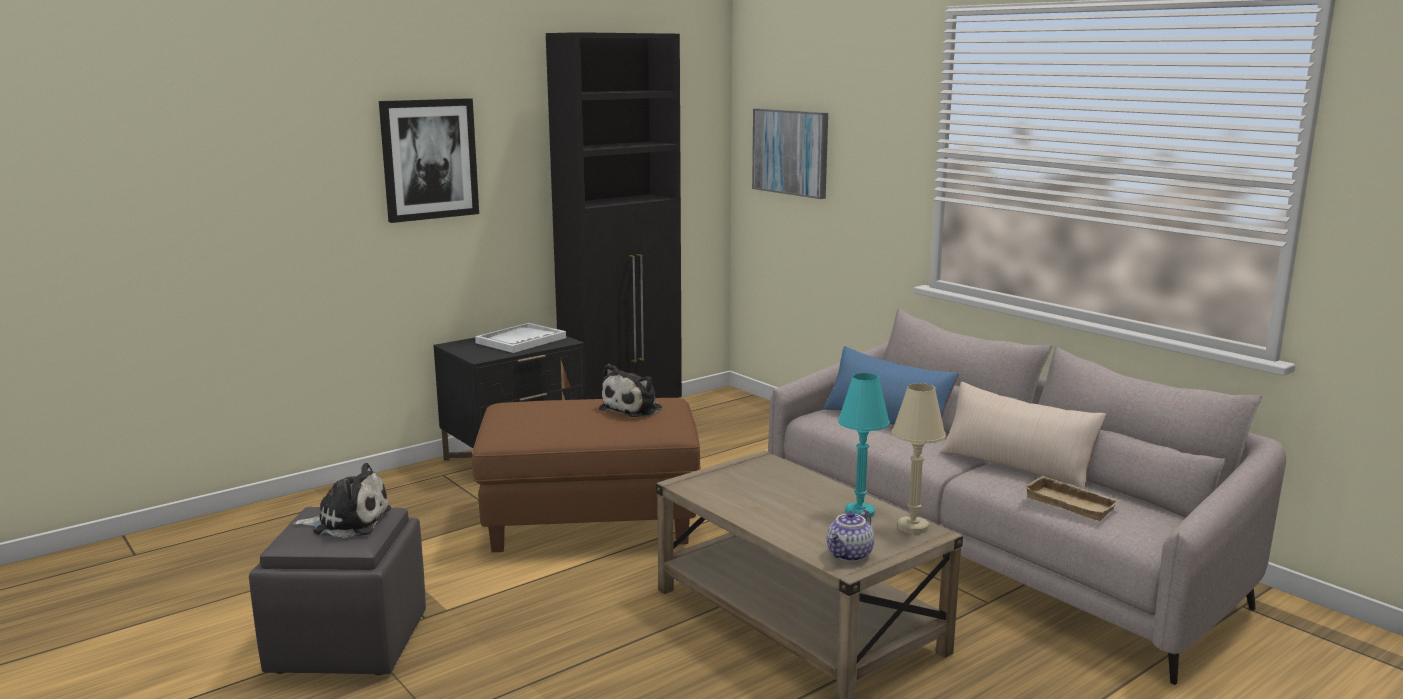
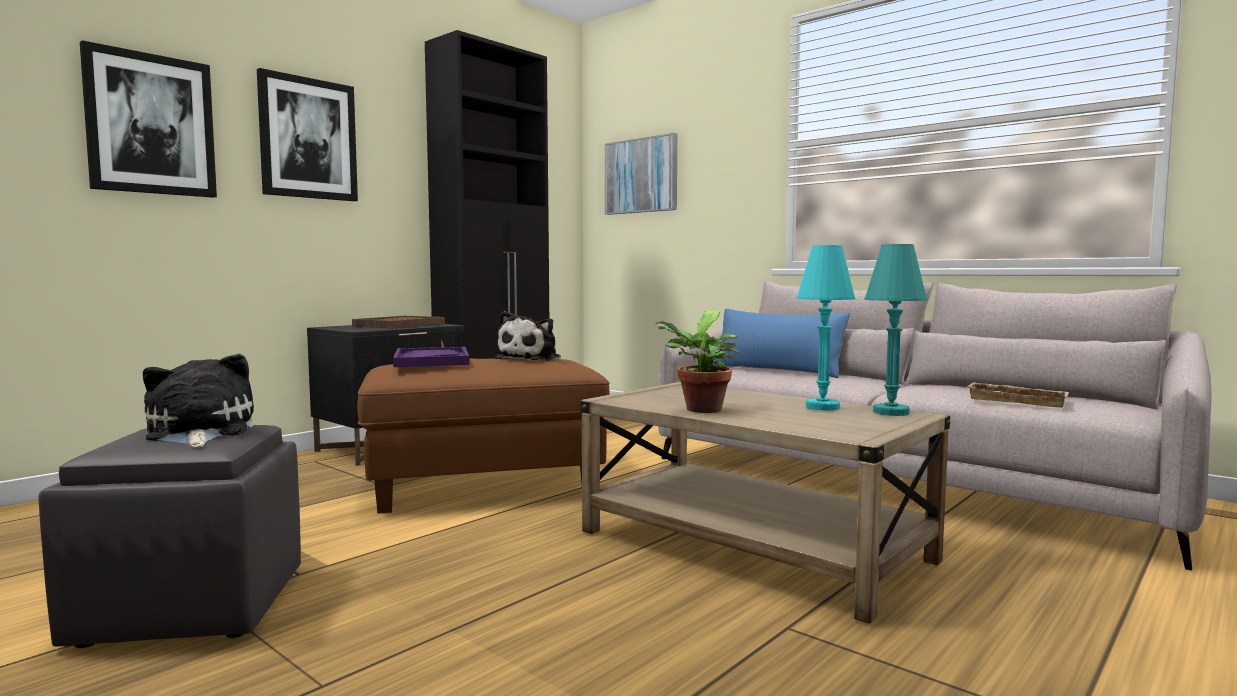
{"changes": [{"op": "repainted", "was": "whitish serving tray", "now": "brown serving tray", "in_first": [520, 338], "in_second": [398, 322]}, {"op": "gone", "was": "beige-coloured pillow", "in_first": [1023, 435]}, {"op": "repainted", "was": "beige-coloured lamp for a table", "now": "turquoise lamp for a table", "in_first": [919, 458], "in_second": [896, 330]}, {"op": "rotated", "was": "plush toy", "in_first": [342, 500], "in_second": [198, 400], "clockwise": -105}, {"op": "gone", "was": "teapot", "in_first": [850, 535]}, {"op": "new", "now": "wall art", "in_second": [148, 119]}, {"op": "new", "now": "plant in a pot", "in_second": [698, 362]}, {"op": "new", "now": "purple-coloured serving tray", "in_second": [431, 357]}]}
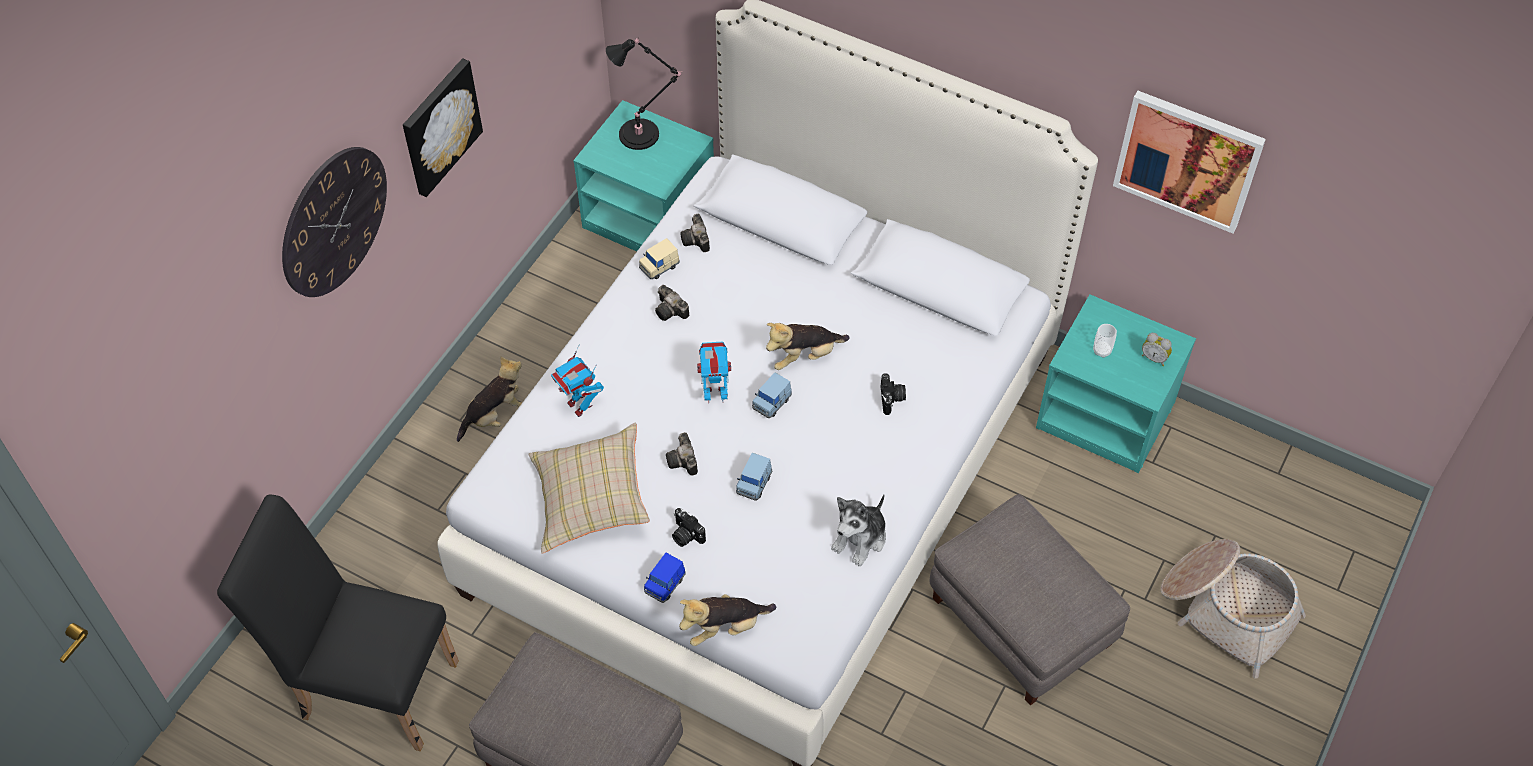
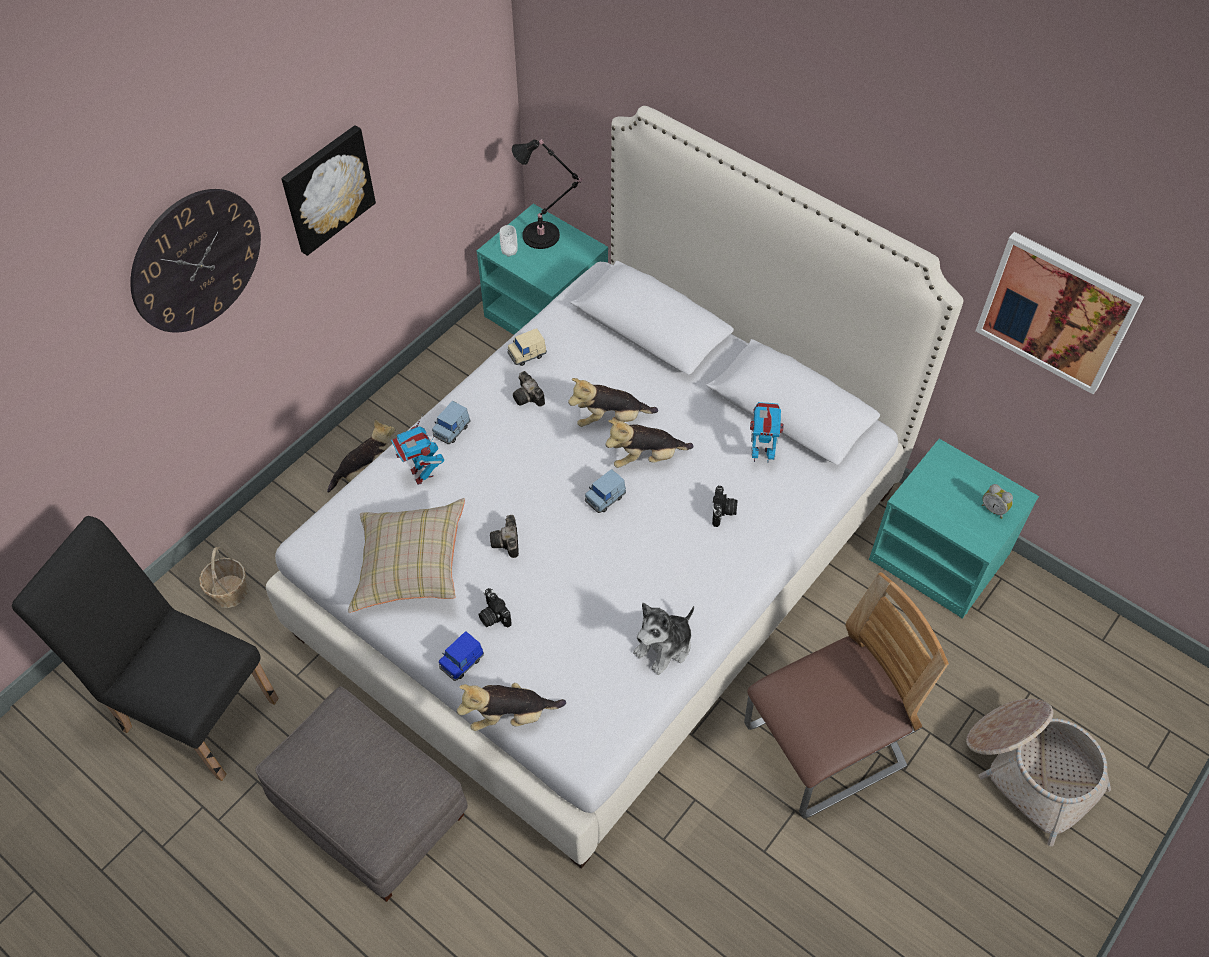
{"changes": [{"op": "gone", "was": "photo camera", "in_first": [695, 232]}, {"op": "shifted", "was": "cup", "in_first": [1105, 341], "in_second": [508, 241]}, {"op": "shifted", "was": "robot figure", "in_first": [714, 372], "in_second": [767, 432]}, {"op": "shifted", "was": "blue-coloured model car", "in_first": [754, 477], "in_second": [451, 422]}, {"op": "swapped", "was": "grey pouffe", "now": "chair", "in_first": [1030, 599], "in_second": [846, 695]}, {"op": "new", "now": "plush toy", "in_second": [613, 402]}, {"op": "new", "now": "storage basket", "in_second": [223, 577]}]}
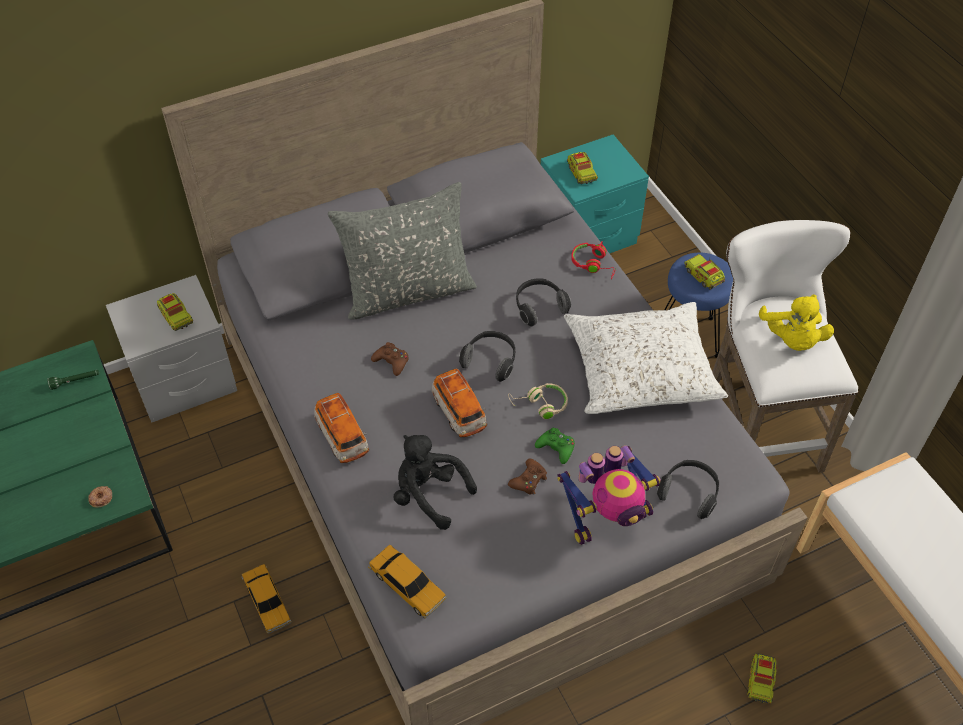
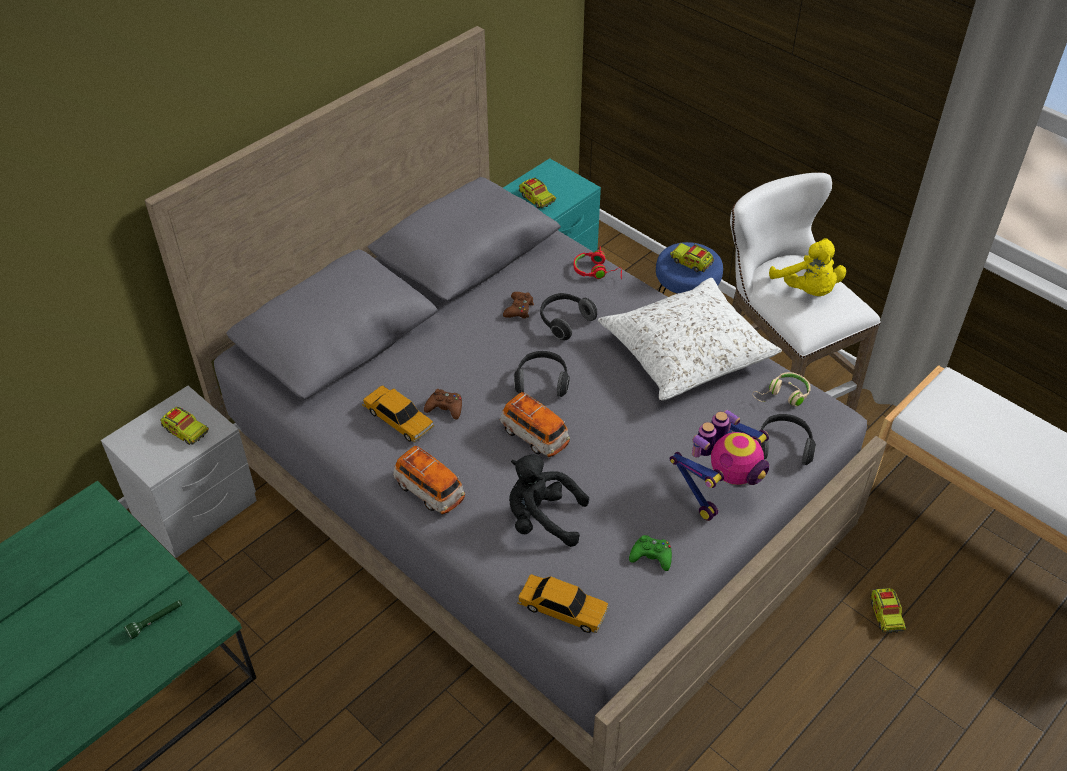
{"changes": [{"op": "gone", "was": "grey pillow", "in_first": [402, 250]}, {"op": "shifted", "was": "green flashlight", "in_first": [73, 380], "in_second": [153, 619]}, {"op": "shifted", "was": "beige-coloured headset", "in_first": [538, 401], "in_second": [781, 389]}, {"op": "shifted", "was": "green game controller", "in_first": [555, 446], "in_second": [650, 553]}, {"op": "shifted", "was": "brown game controller", "in_first": [527, 476], "in_second": [518, 305]}, {"op": "gone", "was": "doughnut", "in_first": [100, 497]}, {"op": "shifted", "was": "model car", "in_first": [267, 599], "in_second": [398, 414]}]}
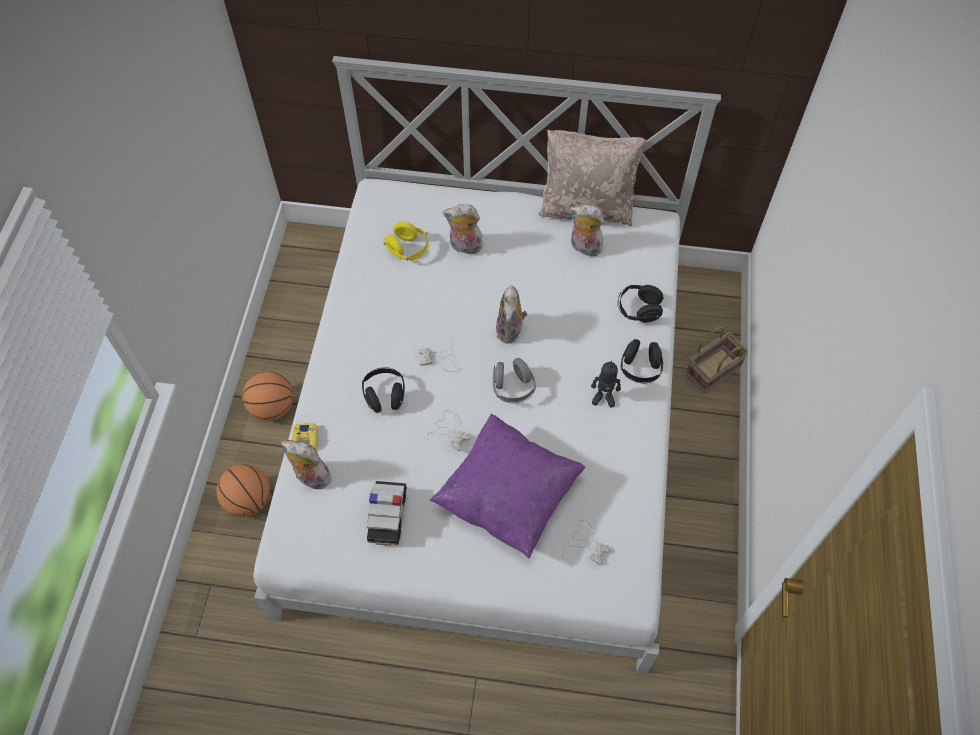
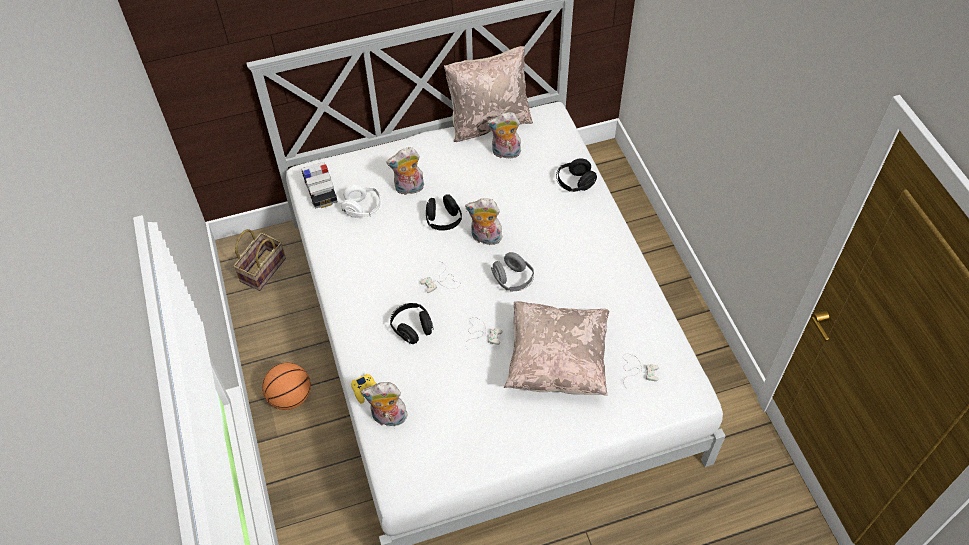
{"changes": [{"op": "repainted", "was": "yellowish headset", "now": "whitish headset", "in_first": [407, 241], "in_second": [362, 201]}, {"op": "rotated", "was": "plush toy", "in_first": [511, 314], "in_second": [483, 222], "clockwise": 120}, {"op": "shifted", "was": "storage basket", "in_first": [717, 359], "in_second": [259, 260]}, {"op": "shifted", "was": "black-coloured headset", "in_first": [642, 361], "in_second": [444, 212]}, {"op": "gone", "was": "robot figure", "in_first": [606, 384]}, {"op": "repainted", "was": "purple-coloured pillow", "now": "beige-coloured pillow", "in_first": [507, 486], "in_second": [556, 348]}, {"op": "gone", "was": "ball for basketball", "in_first": [243, 490]}, {"op": "shifted", "was": "model car", "in_first": [387, 513], "in_second": [320, 185]}]}
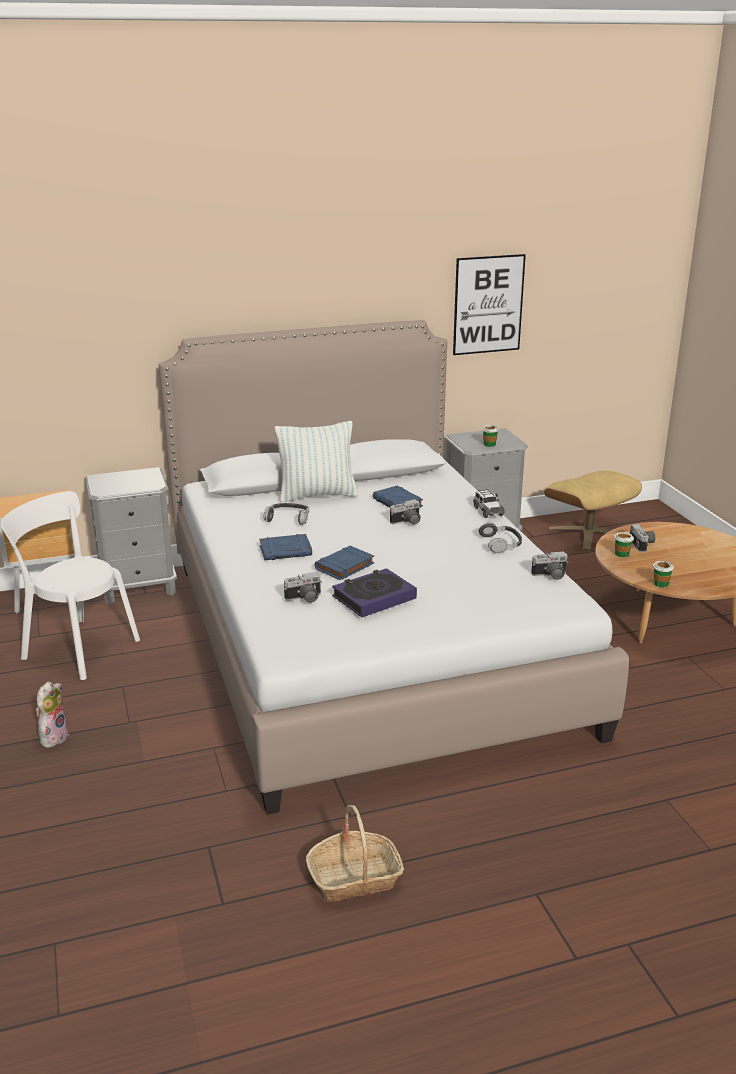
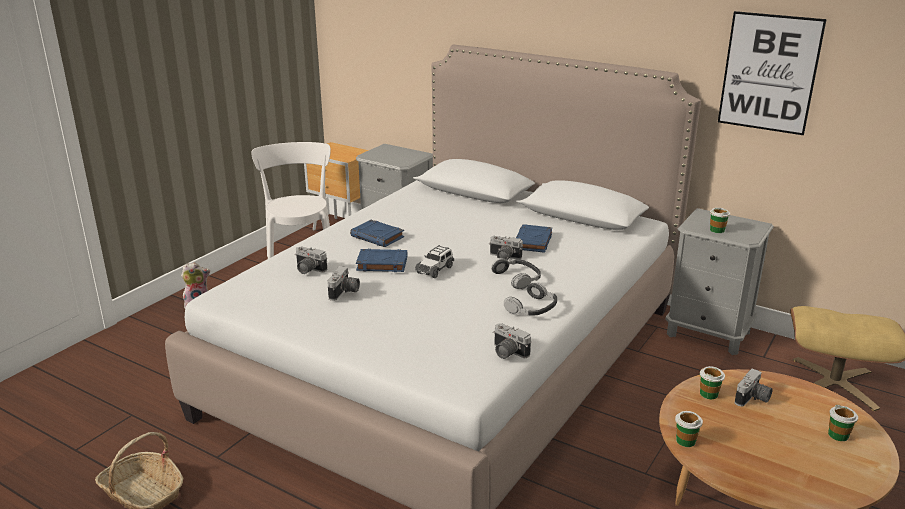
{"changes": [{"op": "gone", "was": "pillow", "in_first": [316, 461]}, {"op": "shifted", "was": "model car", "in_first": [489, 503], "in_second": [434, 261]}, {"op": "shifted", "was": "headset", "in_first": [286, 514], "in_second": [516, 274]}, {"op": "swapped", "was": "bound book", "now": "photo camera", "in_first": [374, 592], "in_second": [343, 283]}, {"op": "new", "now": "cup", "in_second": [843, 423]}]}
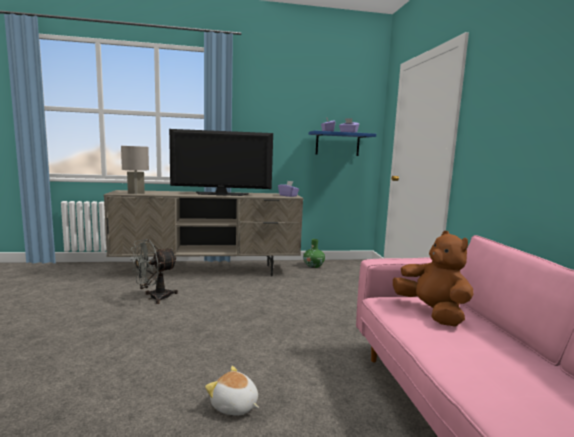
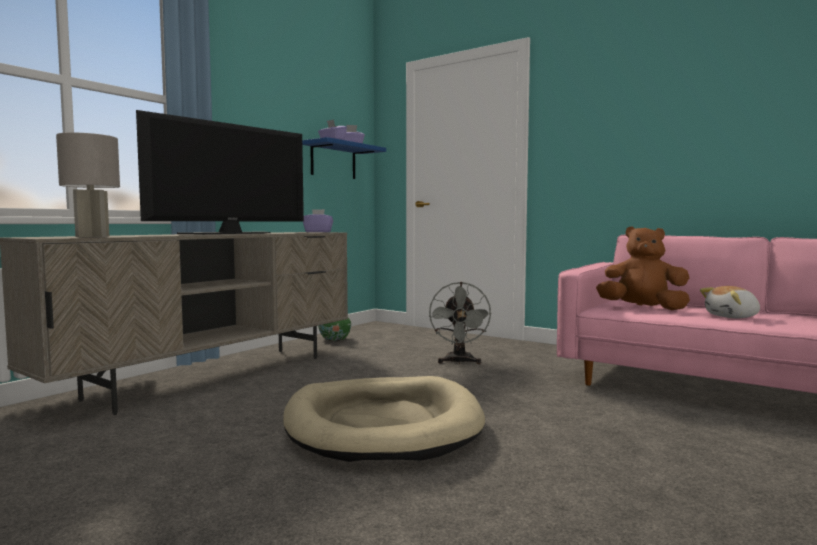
{"changes": [{"op": "shifted", "was": "grey electric fan", "in_first": [154, 271], "in_second": [460, 323]}, {"op": "shifted", "was": "plush toy", "in_first": [232, 391], "in_second": [730, 302]}, {"op": "new", "now": "beige-coloured dog bed", "in_second": [384, 419]}]}
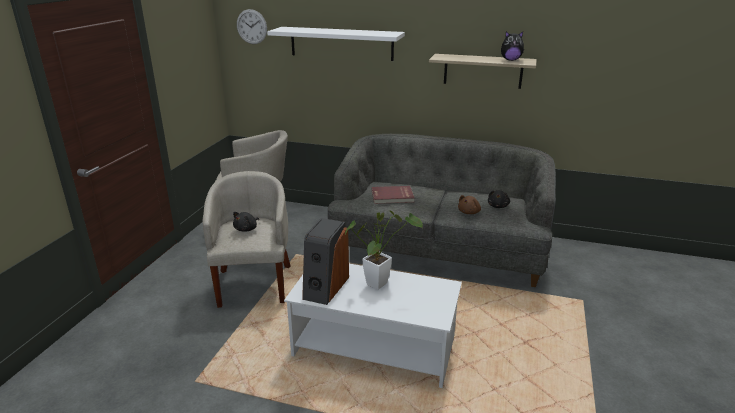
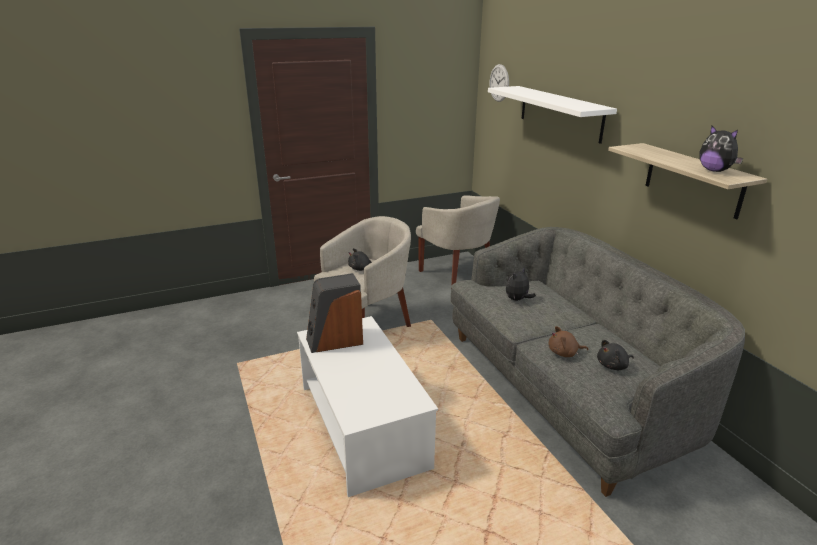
{"changes": [{"op": "swapped", "was": "red-coloured bound book", "now": "plush toy", "in_first": [393, 195], "in_second": [521, 284]}, {"op": "gone", "was": "plant in a pot", "in_first": [384, 250]}]}
